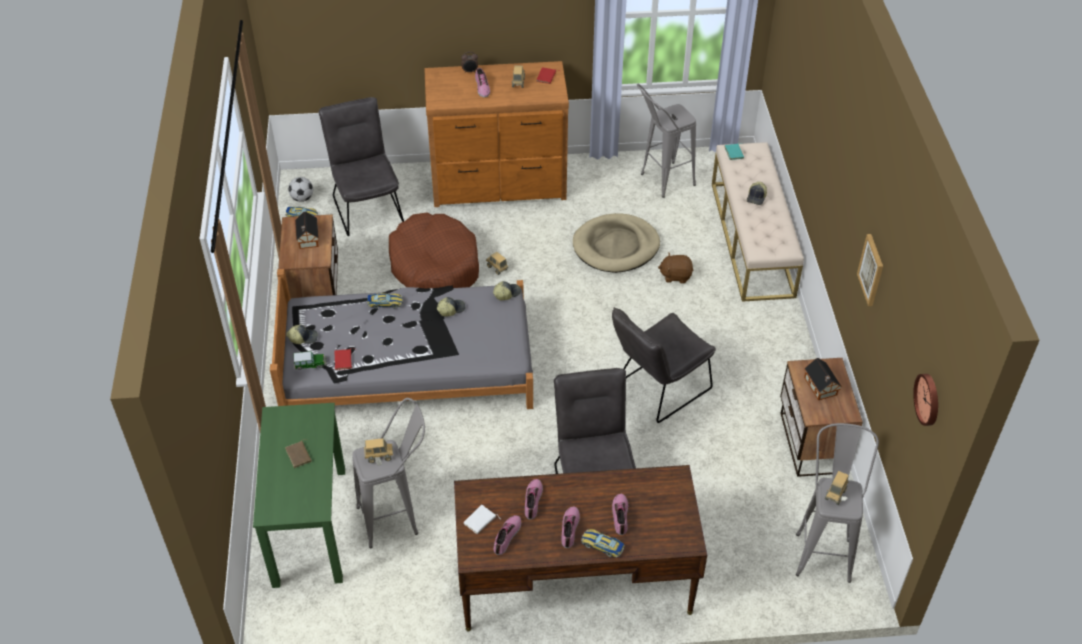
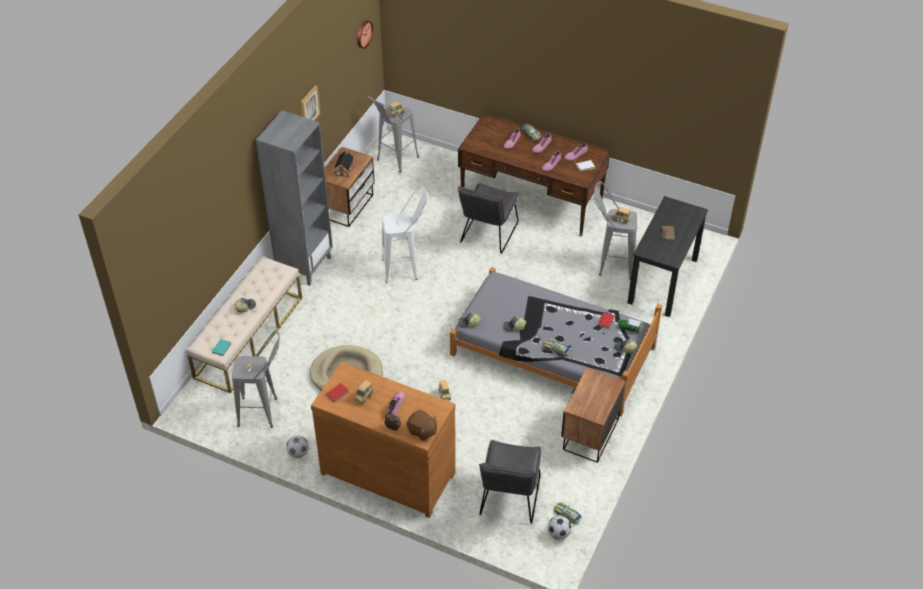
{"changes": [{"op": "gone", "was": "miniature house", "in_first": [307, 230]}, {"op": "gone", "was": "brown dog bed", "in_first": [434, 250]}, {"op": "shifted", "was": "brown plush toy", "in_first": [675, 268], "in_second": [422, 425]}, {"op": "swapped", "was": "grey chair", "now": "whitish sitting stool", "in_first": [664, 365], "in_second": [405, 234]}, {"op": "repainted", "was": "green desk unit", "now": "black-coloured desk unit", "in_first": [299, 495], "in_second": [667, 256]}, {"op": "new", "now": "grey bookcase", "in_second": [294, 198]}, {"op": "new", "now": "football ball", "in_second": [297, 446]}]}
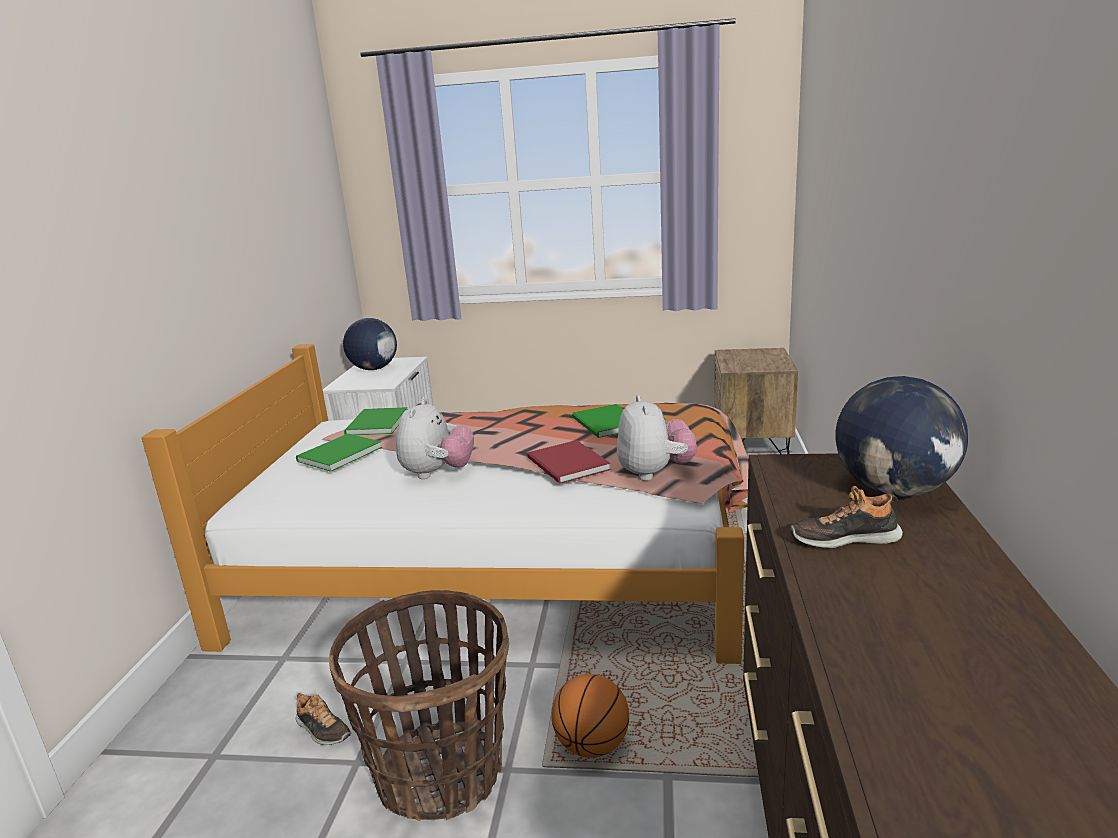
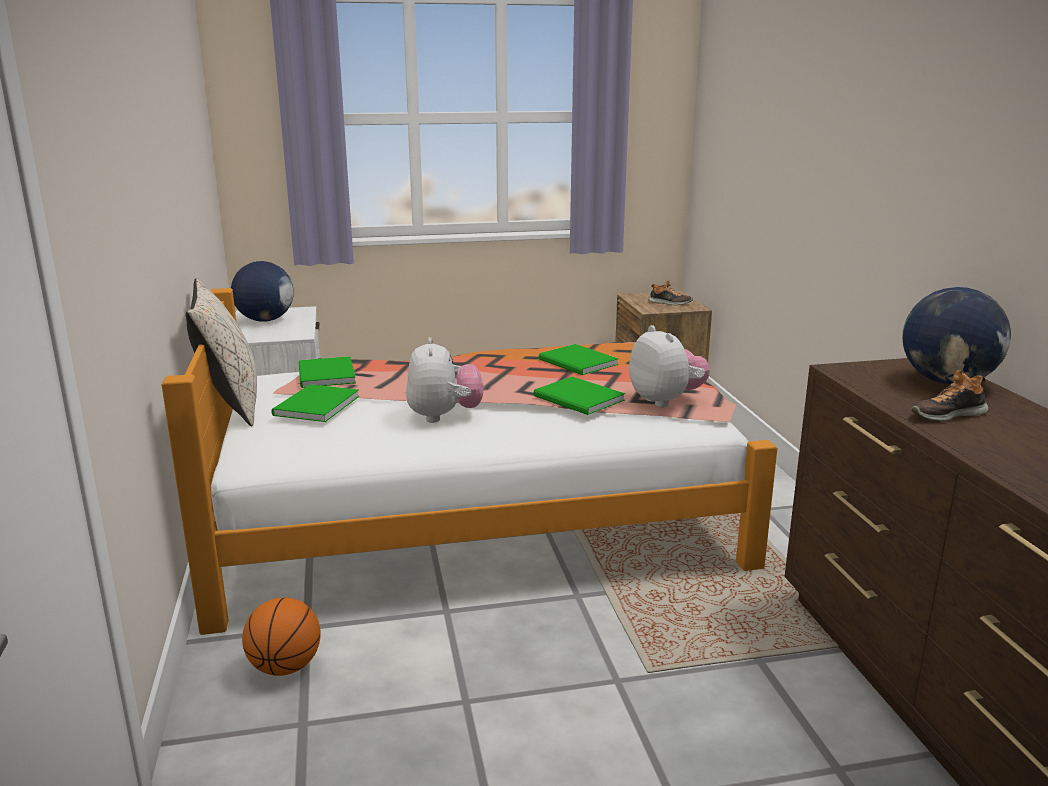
{"changes": [{"op": "repainted", "was": "red-coloured bound book", "now": "green bound book", "in_first": [569, 462], "in_second": [579, 396]}, {"op": "gone", "was": "storage basket", "in_first": [419, 705]}, {"op": "shifted", "was": "ball for basketball", "in_first": [590, 716], "in_second": [281, 636]}, {"op": "shifted", "was": "shoe", "in_first": [323, 719], "in_second": [670, 292]}, {"op": "new", "now": "beige-coloured pillow", "in_second": [221, 352]}]}
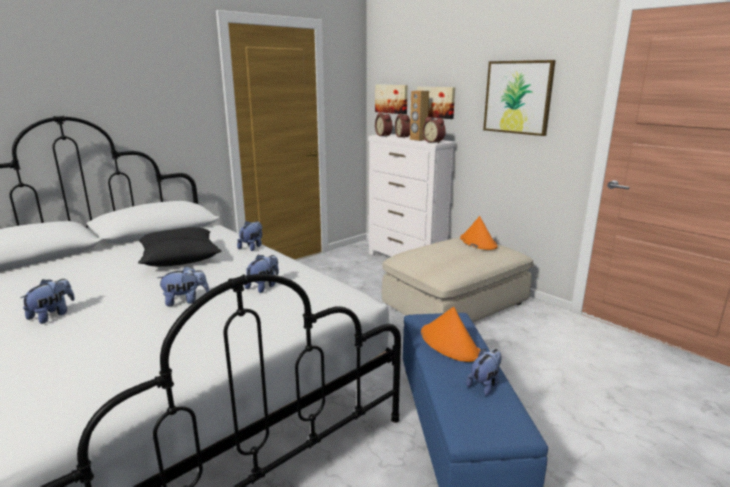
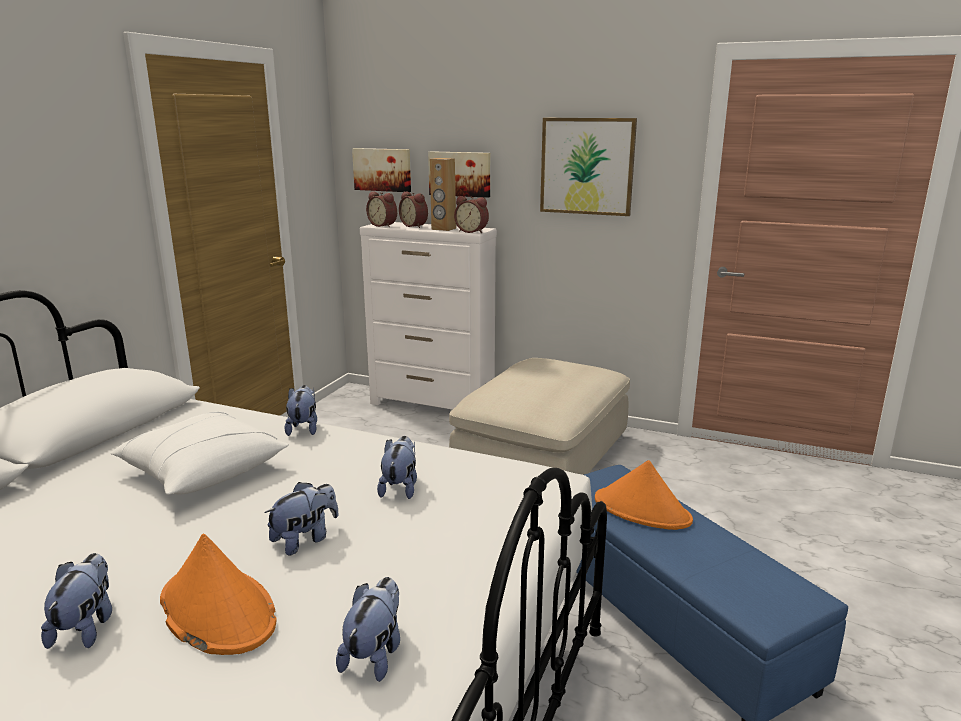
{"changes": [{"op": "shifted", "was": "orange-coloured clothing hat", "in_first": [479, 233], "in_second": [218, 594]}, {"op": "repainted", "was": "black-coloured pillow", "now": "whitish pillow", "in_first": [180, 247], "in_second": [199, 453]}, {"op": "shifted", "was": "plush toy", "in_first": [484, 372], "in_second": [368, 629]}]}
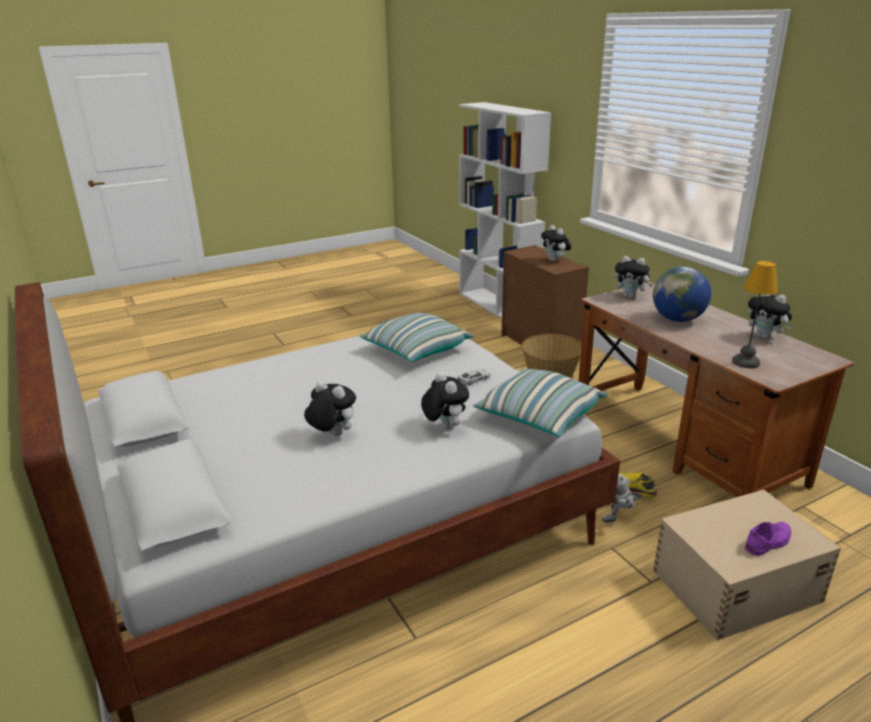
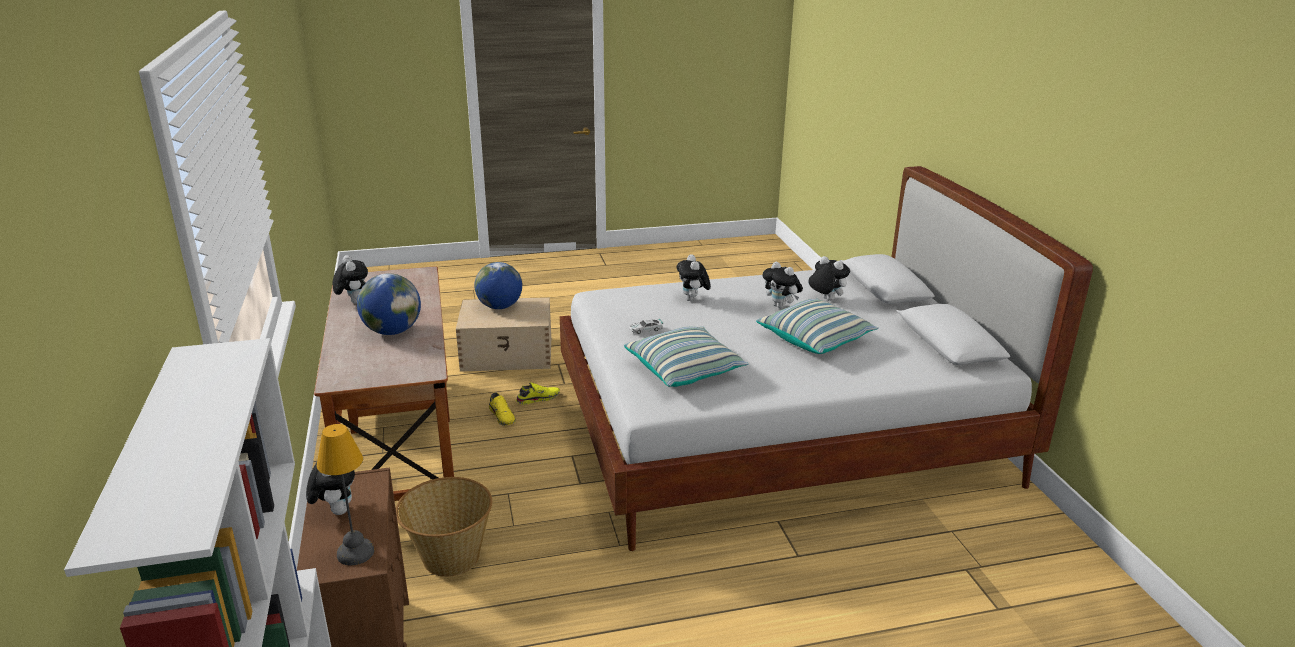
{"changes": [{"op": "shifted", "was": "plush toy", "in_first": [633, 277], "in_second": [829, 278]}, {"op": "shifted", "was": "lamp for a table", "in_first": [755, 314], "in_second": [345, 494]}, {"op": "shifted", "was": "pillow", "in_first": [540, 403], "in_second": [817, 326]}, {"op": "swapped", "was": "robot figure", "now": "yellowish shoe", "in_first": [622, 498], "in_second": [538, 393]}, {"op": "swapped", "was": "purple-coloured shoe", "now": "desk globe", "in_first": [768, 539], "in_second": [498, 285]}]}
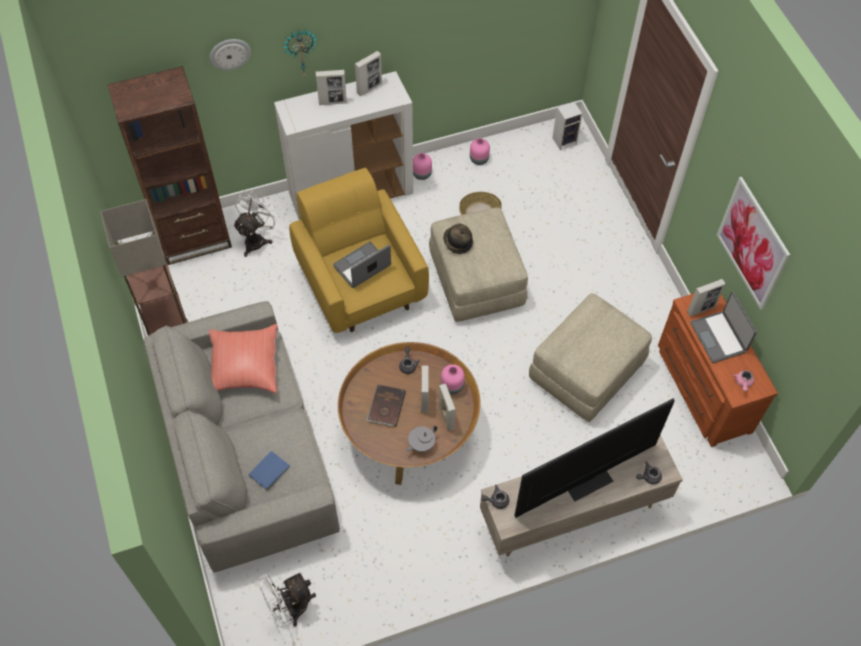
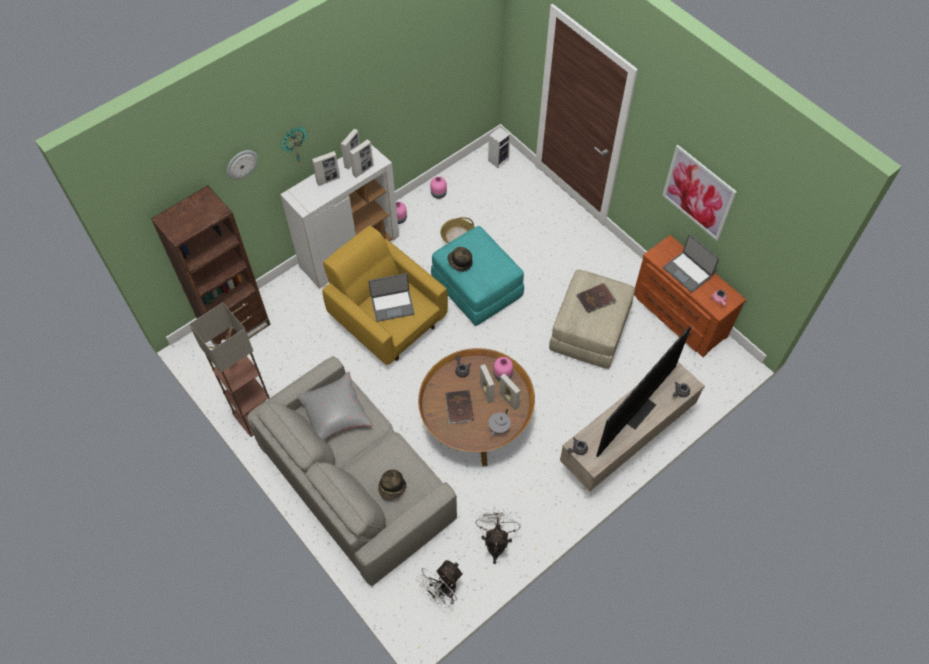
{"changes": [{"op": "shifted", "was": "whitish electric fan", "in_first": [256, 224], "in_second": [498, 535]}, {"op": "repainted", "was": "beige-coloured pouffe", "now": "turquoise pouffe", "in_first": [478, 265], "in_second": [477, 276]}, {"op": "rotated", "was": "laptop", "in_first": [362, 265], "in_second": [391, 297], "clockwise": -135}, {"op": "shifted", "was": "photo frame", "in_first": [706, 297], "in_second": [361, 158]}, {"op": "repainted", "was": "red-coloured pillow", "now": "grey pillow", "in_first": [243, 358], "in_second": [334, 406]}, {"op": "swapped", "was": "blue-coloured bound book", "now": "clothing hat", "in_first": [269, 471], "in_second": [392, 485]}, {"op": "new", "now": "brown bound book", "in_second": [596, 298]}]}
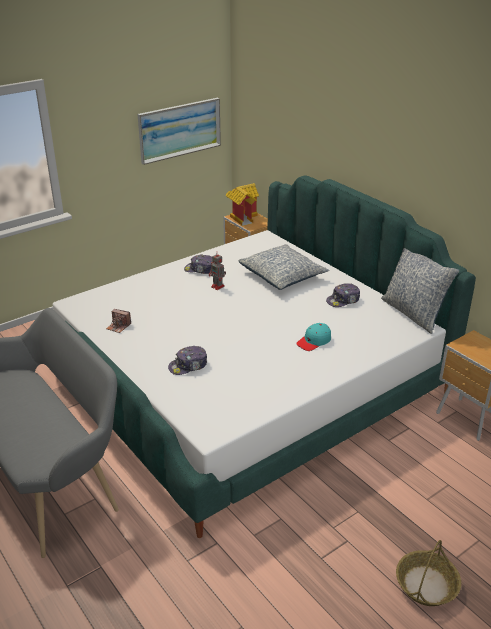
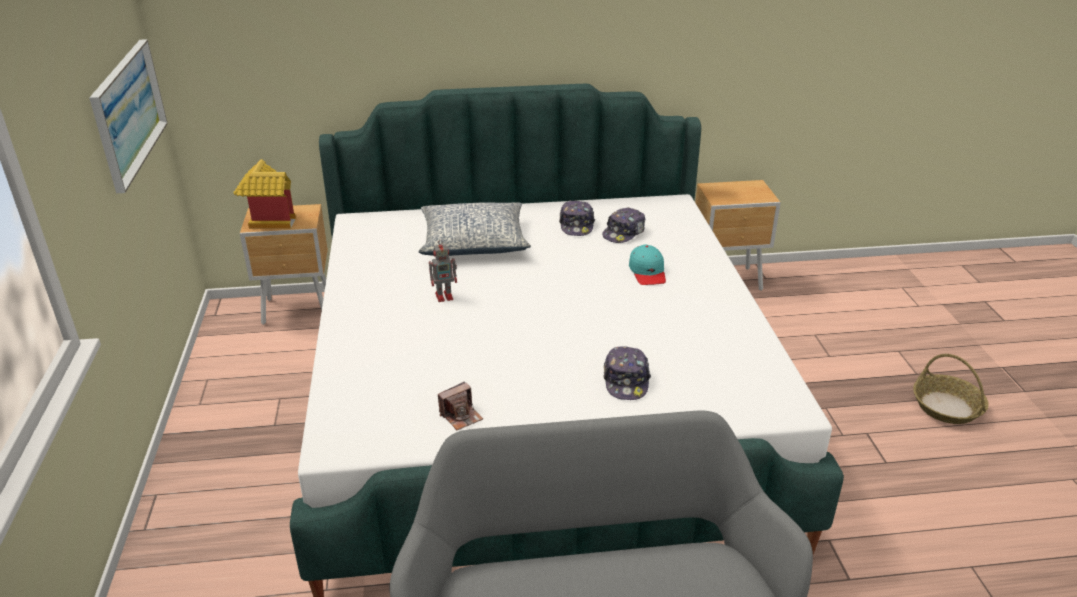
{"changes": [{"op": "gone", "was": "pillow", "in_first": [420, 291]}, {"op": "shifted", "was": "peaked cap", "in_first": [198, 264], "in_second": [623, 225]}]}
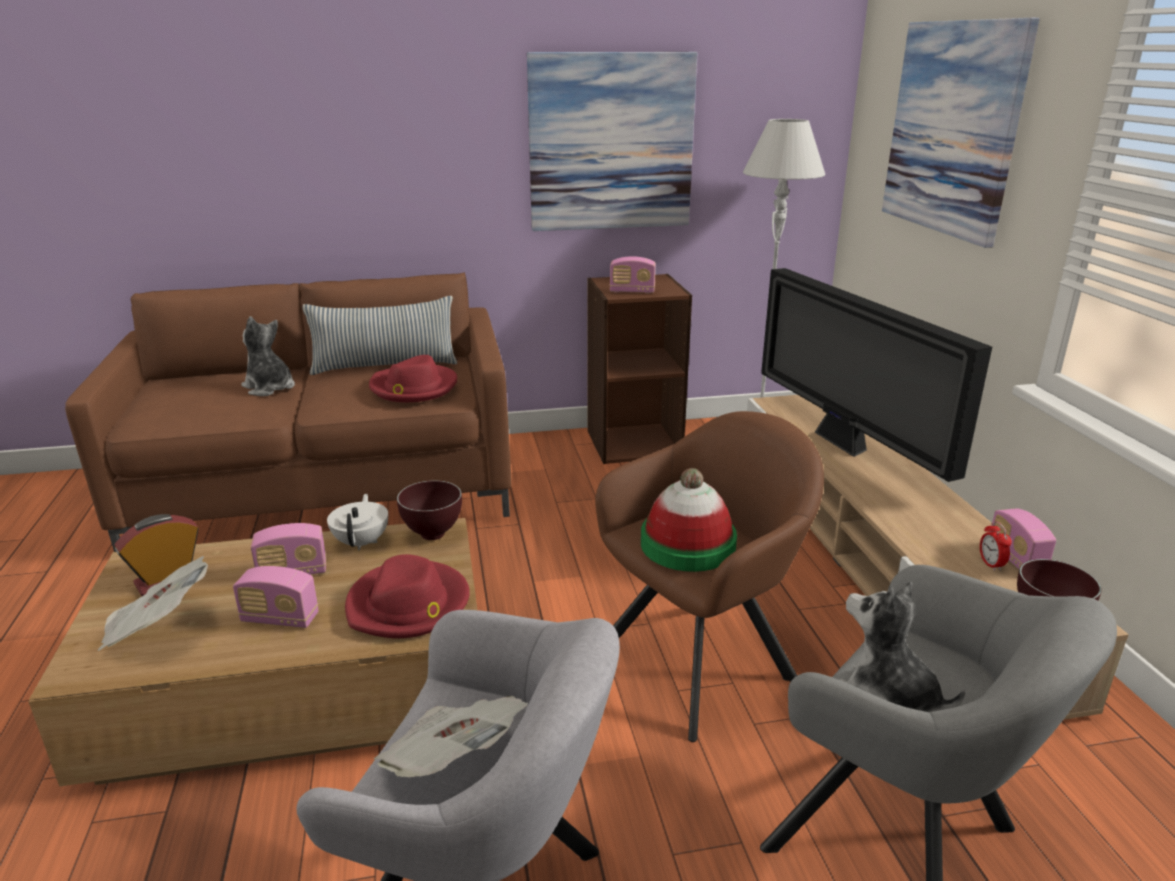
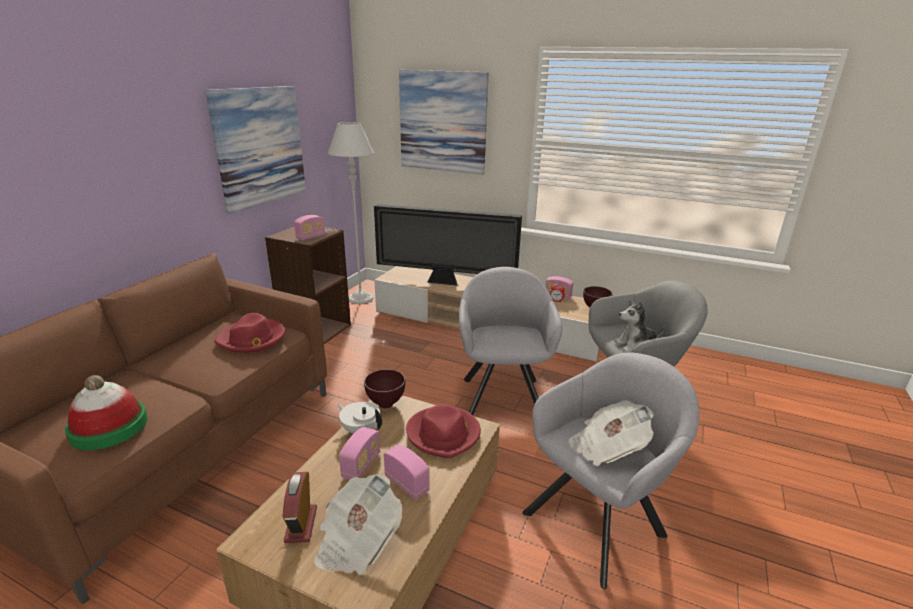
{"changes": [{"op": "gone", "was": "pillow", "in_first": [379, 335]}, {"op": "gone", "was": "plush toy", "in_first": [268, 356]}, {"op": "repainted", "was": "brown easy chair", "now": "grey easy chair", "in_first": [709, 576], "in_second": [511, 341]}, {"op": "shifted", "was": "clothing hat", "in_first": [689, 520], "in_second": [106, 412]}, {"op": "rotated", "was": "radio set", "in_first": [276, 597], "in_second": [407, 472], "clockwise": -90}]}
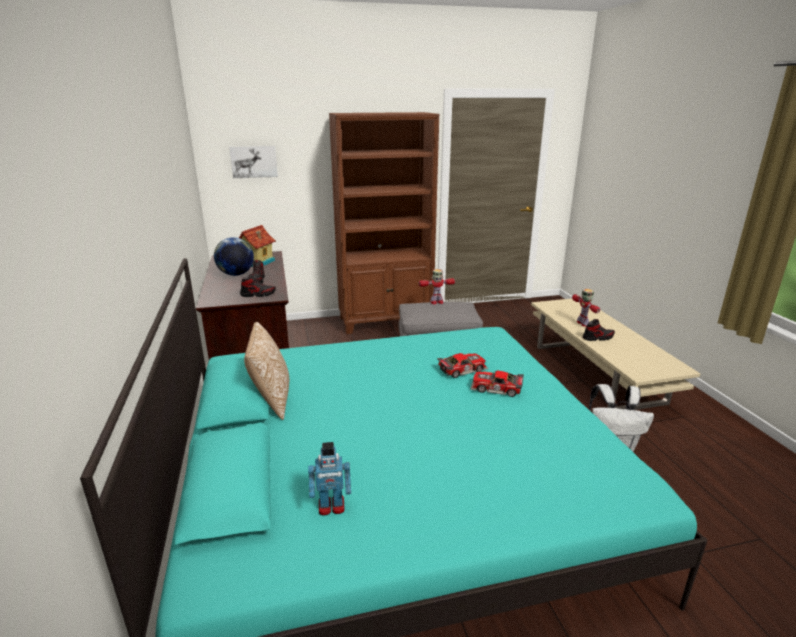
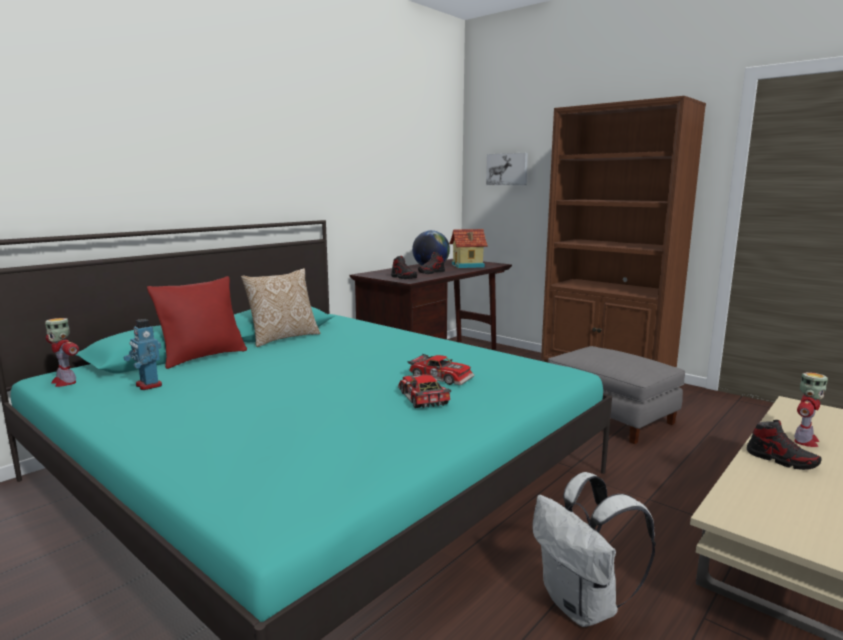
{"changes": [{"op": "shifted", "was": "robot figure", "in_first": [436, 286], "in_second": [62, 352]}, {"op": "new", "now": "red-coloured pillow", "in_second": [197, 322]}]}
